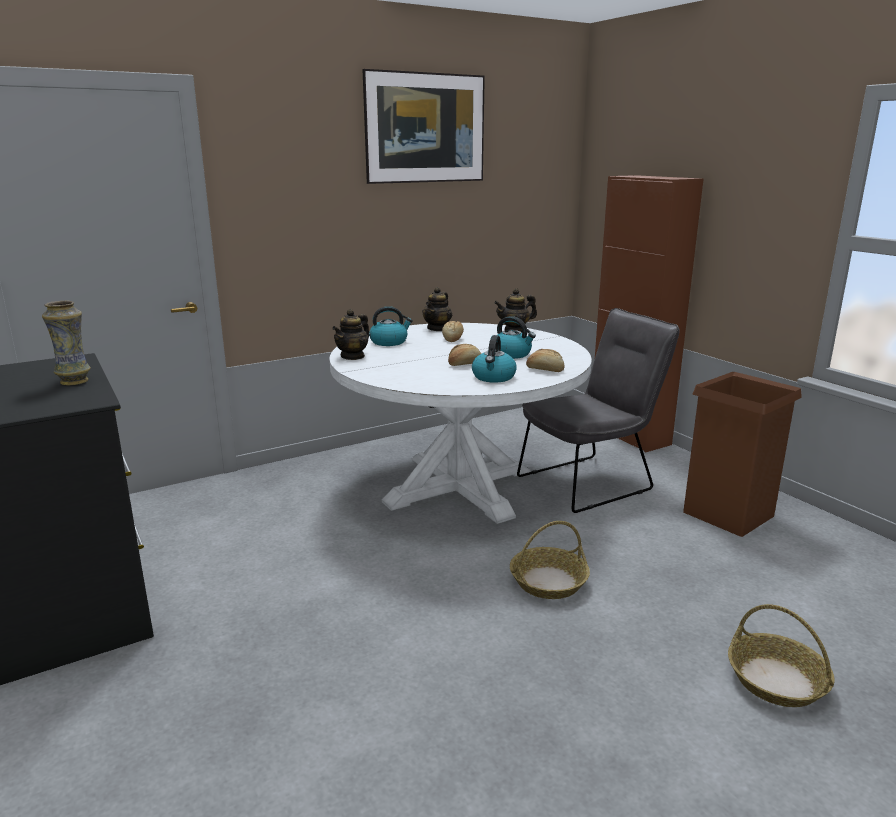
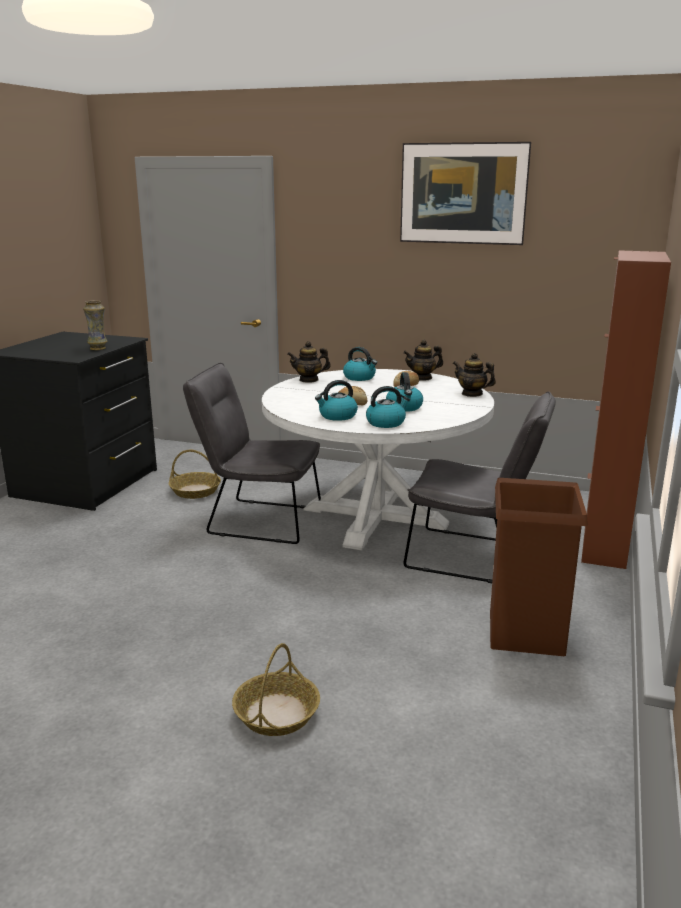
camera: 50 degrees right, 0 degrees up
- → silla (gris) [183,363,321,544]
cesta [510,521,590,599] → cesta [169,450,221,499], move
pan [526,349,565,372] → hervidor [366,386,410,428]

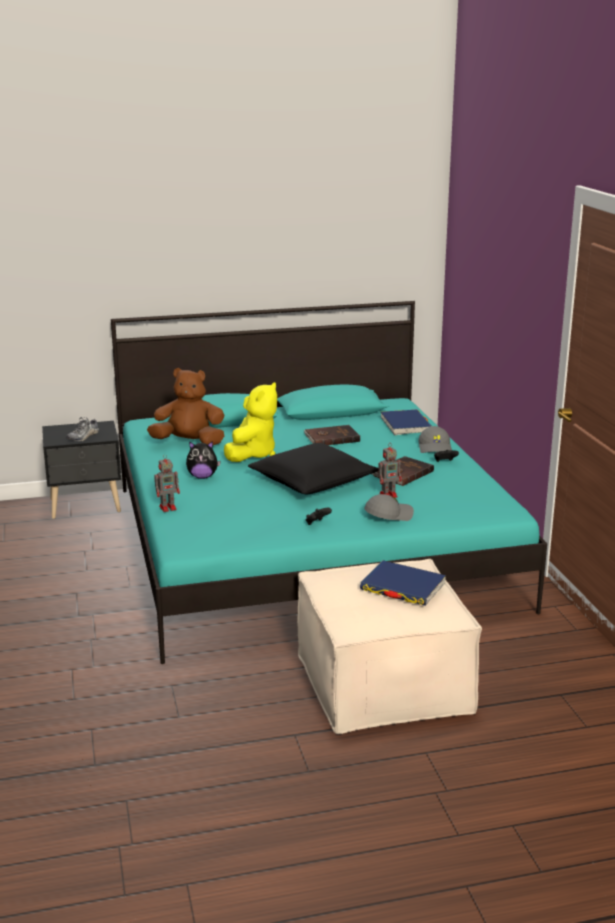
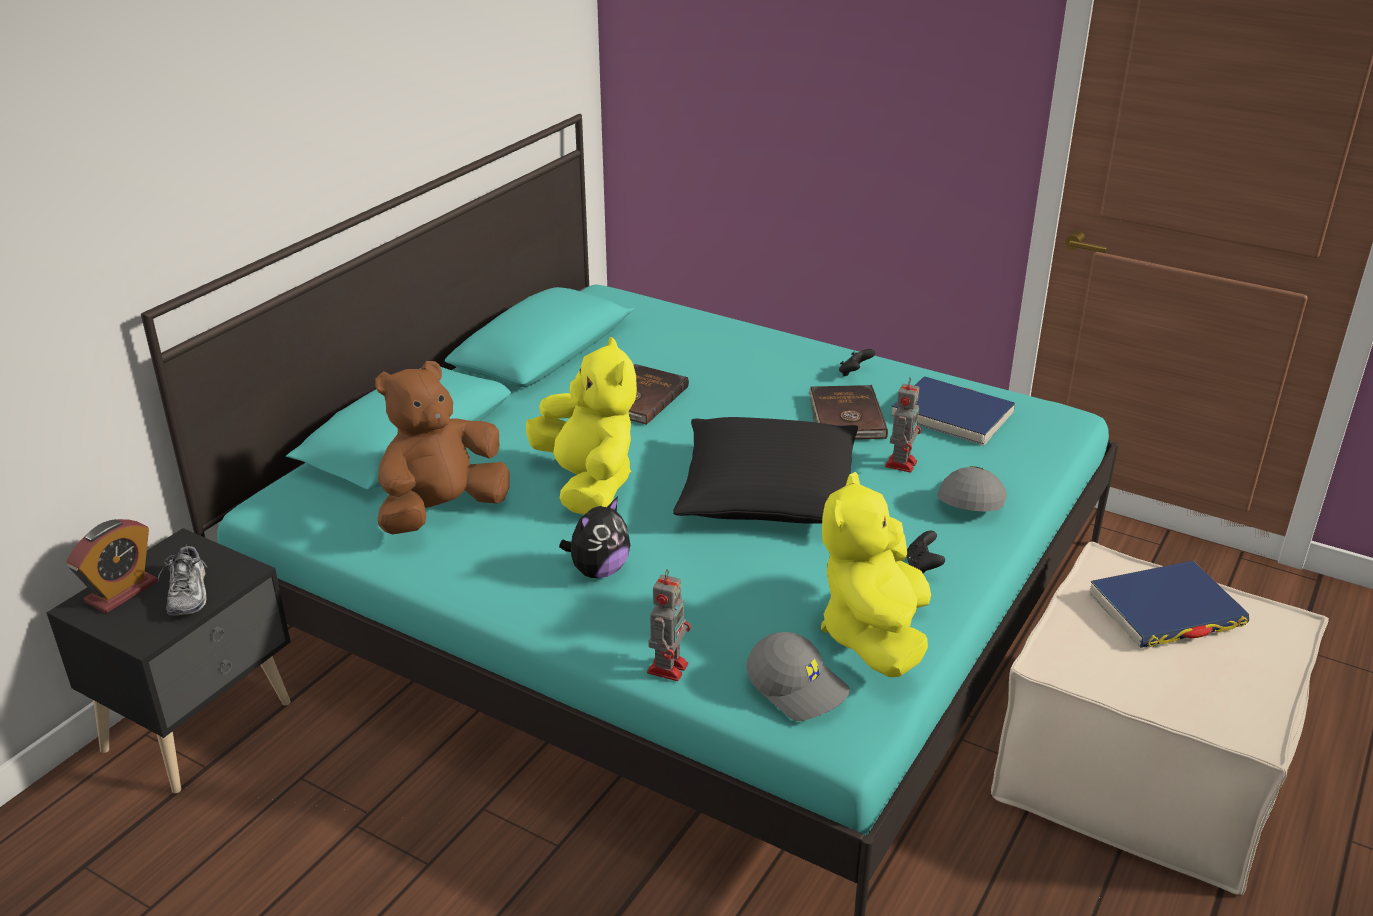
camera: 45 degrees left, 10 degrees up
- → despertador [66,519,158,613]
- → peluche (amarillo) [821,472,931,677]
libro (azul) [381,410,432,435] → libro (azul) [892,376,1015,446], move
gorra (gris) [418,426,452,453] → gorra (gris) [746,632,850,721], move

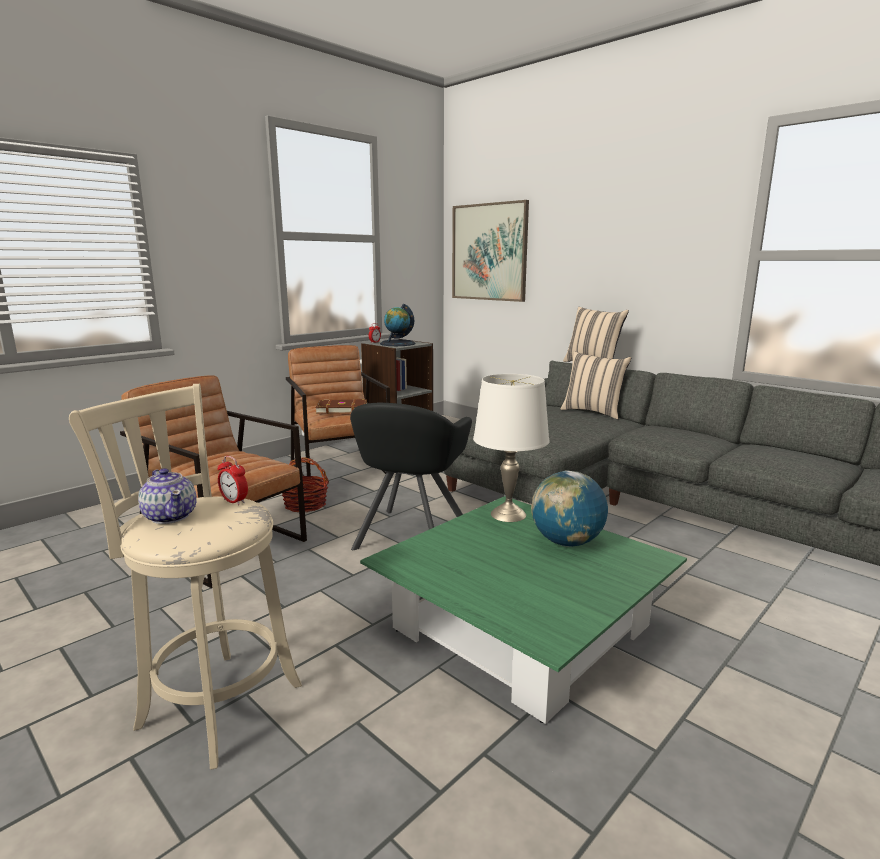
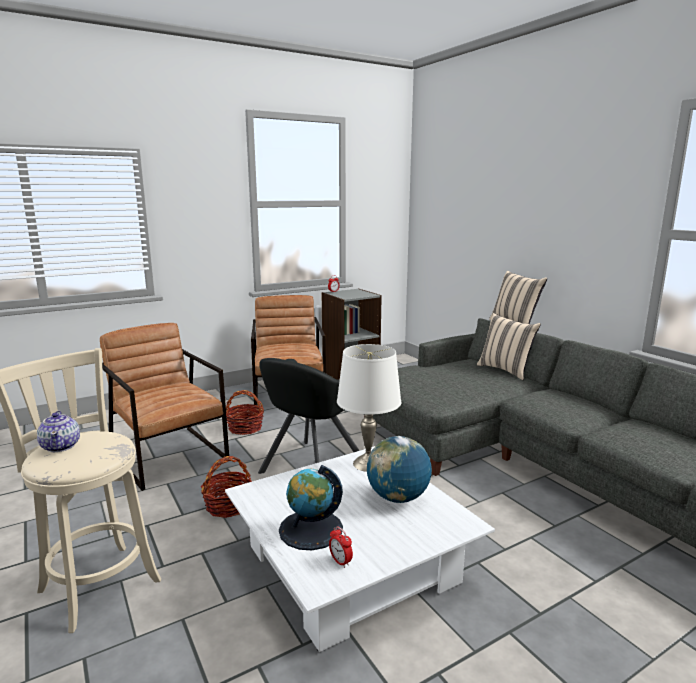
camera: 15 degrees right, 0 degrees up
libro (marrón) [315,399,367,414] → -
cuadro [452,200,529,302] → -
- → cesta [201,456,252,518]
despertador [217,456,248,506] → despertador [329,526,353,568], move
globo terráqueo [380,304,415,346] → globo terráqueo [279,465,343,550], move
mesa de centro (verde) [360,496,687,724] → mesa de centro (blanco) [225,446,495,652]

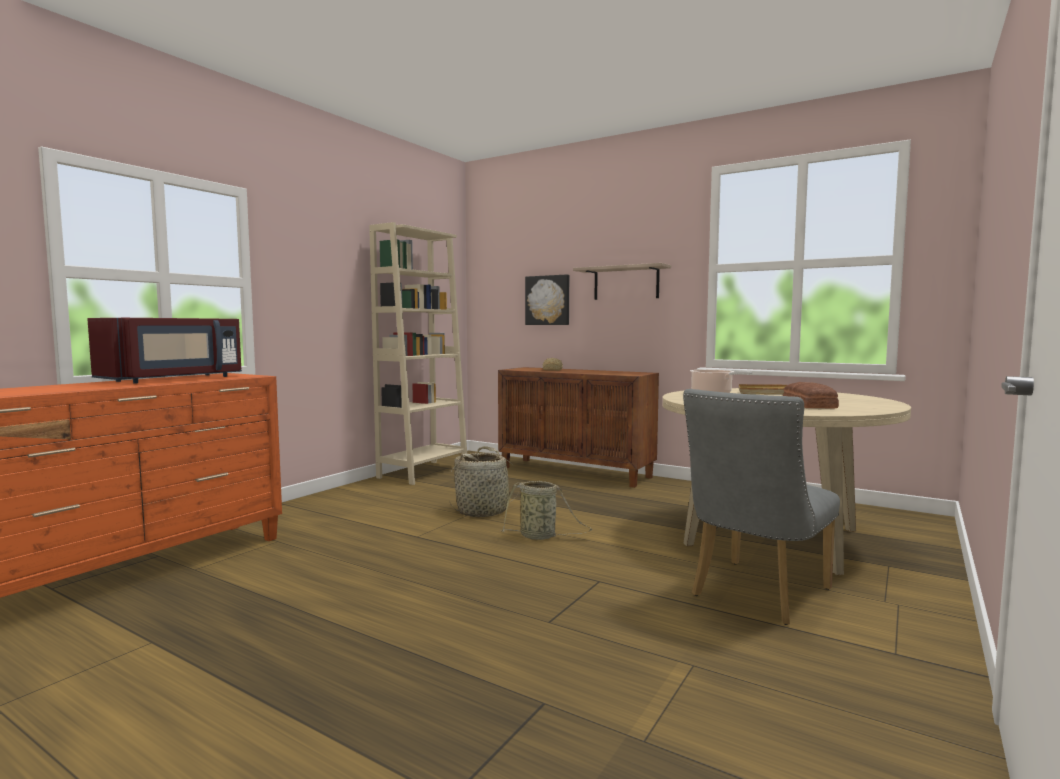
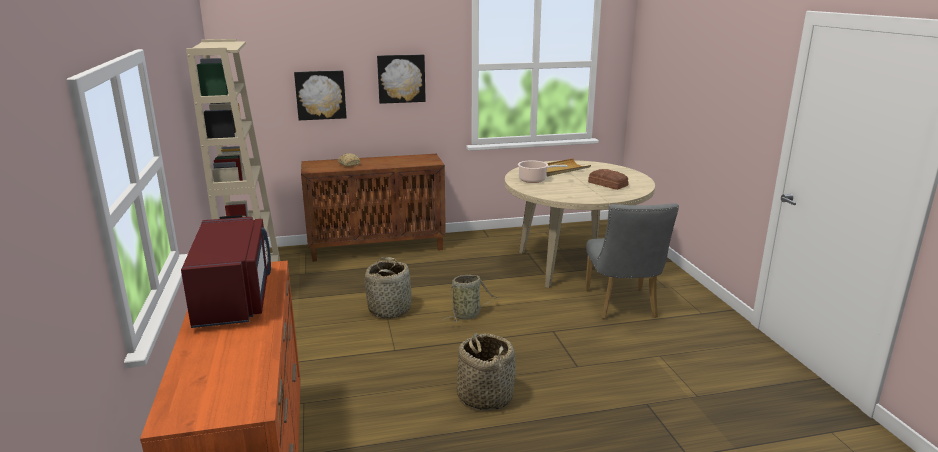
camera: 45 degrees left, 15 degrees up
- → cesta [457,333,516,410]
estante [573,263,671,300] → cuadro [377,54,426,104]

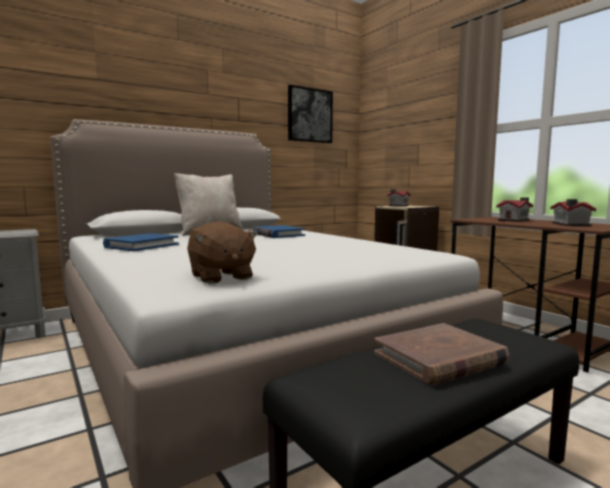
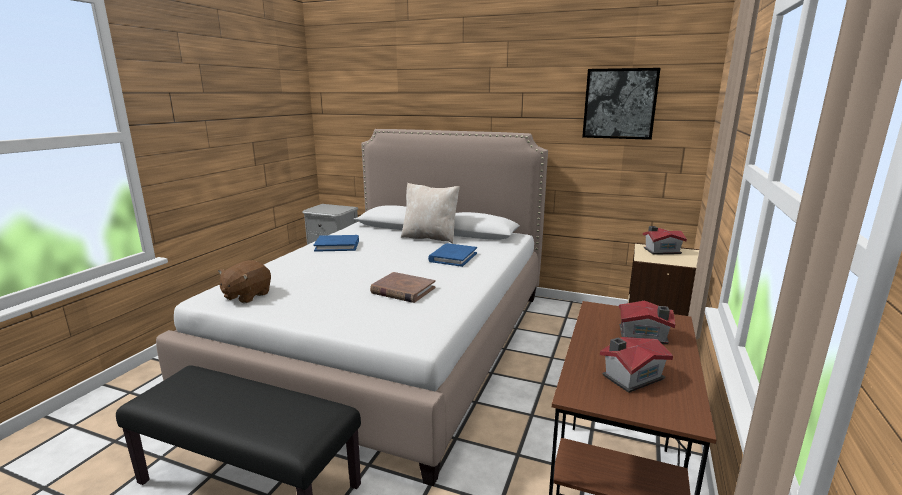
camera: 55 degrees right, 10 degrees up
libro (marrón) [374,323,510,385] → libro (marrón) [370,272,436,303], move

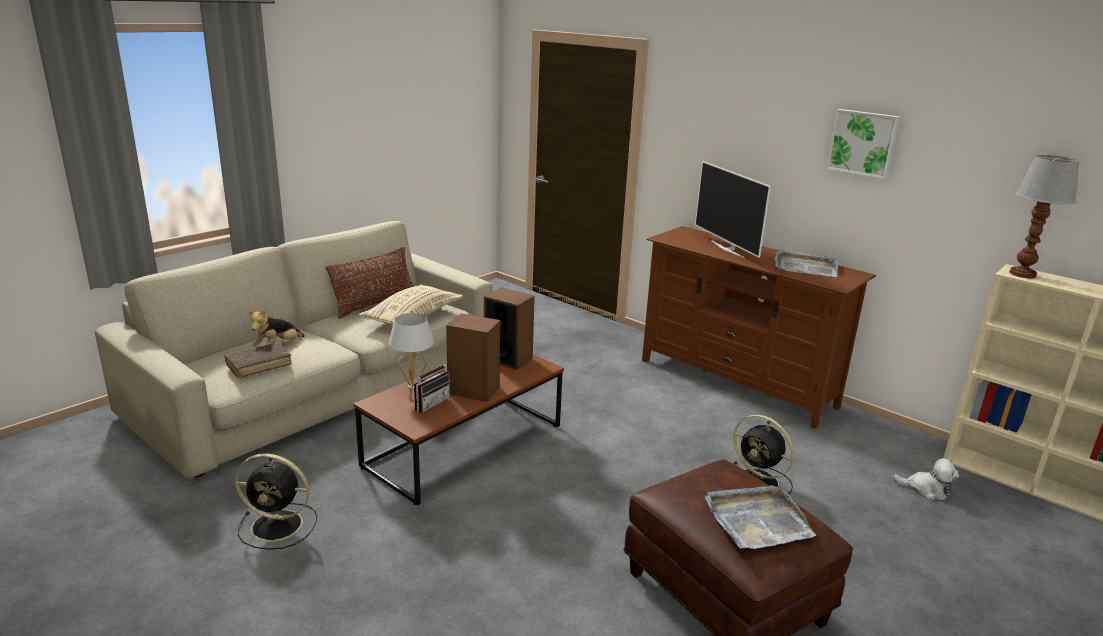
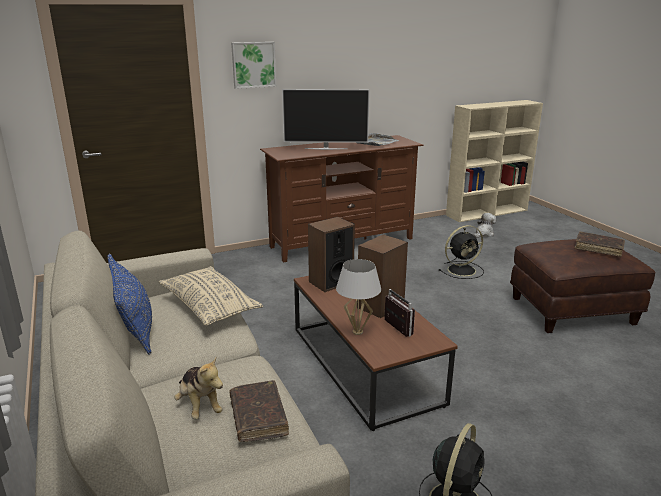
camera: 65 degrees left, 0 degrees up
lámpara de mesa [1009,155,1079,279] → -
cuadro [826,109,900,179] → cuadro [231,42,276,89], move
bandeja (gris) [705,485,816,549] → libro (marrón) [575,232,625,257]
cojín (marrón) [325,247,414,319] → cojín (azul) [107,254,152,355]

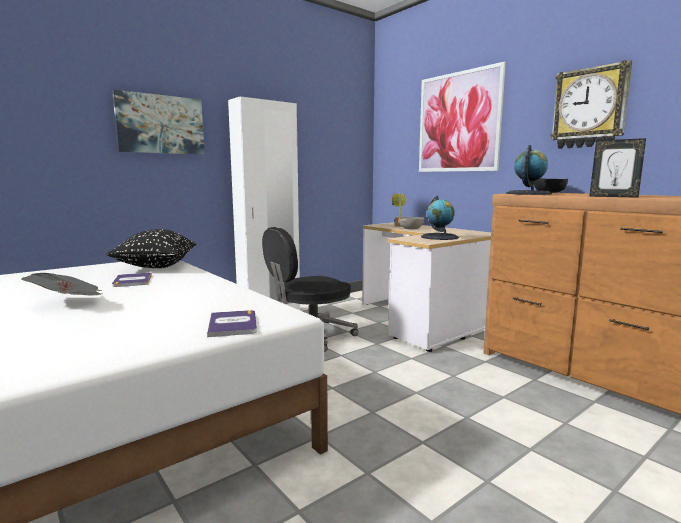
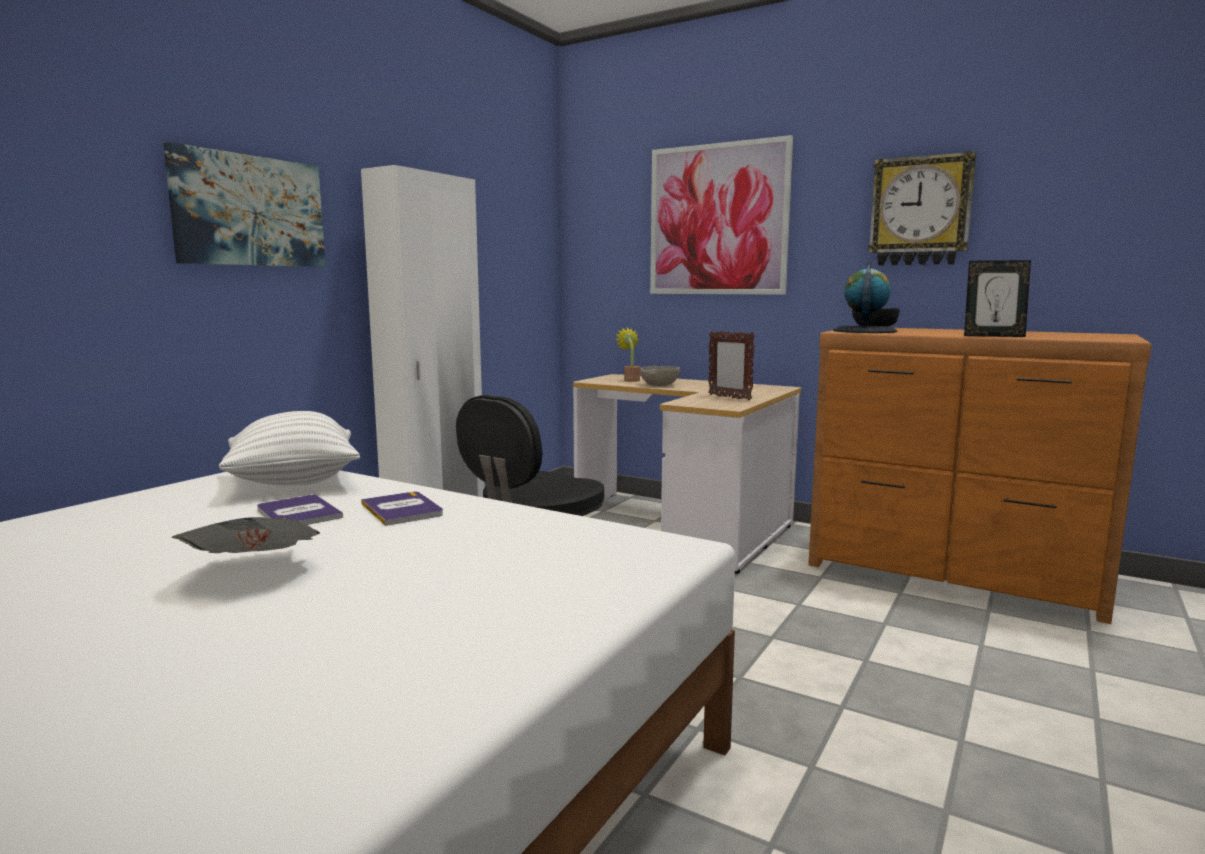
camera: 20 degrees left, 0 degrees up
libro [207,310,257,337] → libro [361,492,443,526], move
globo terráqueo [421,196,459,240] → portarretratos [708,331,755,400]
cojín (negro) [106,229,196,268] → cojín (blanco) [219,411,360,486]

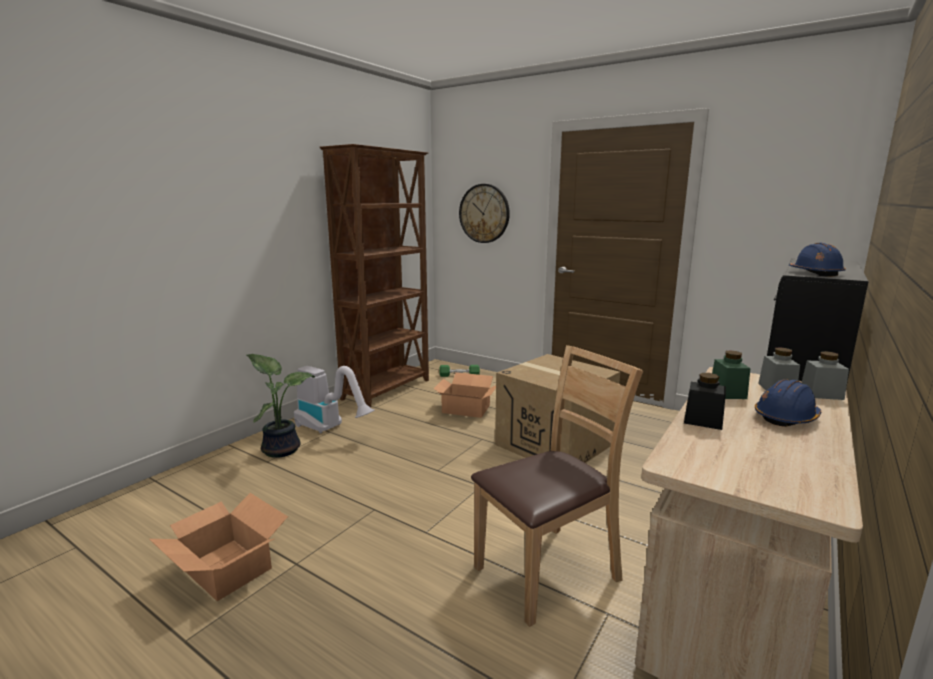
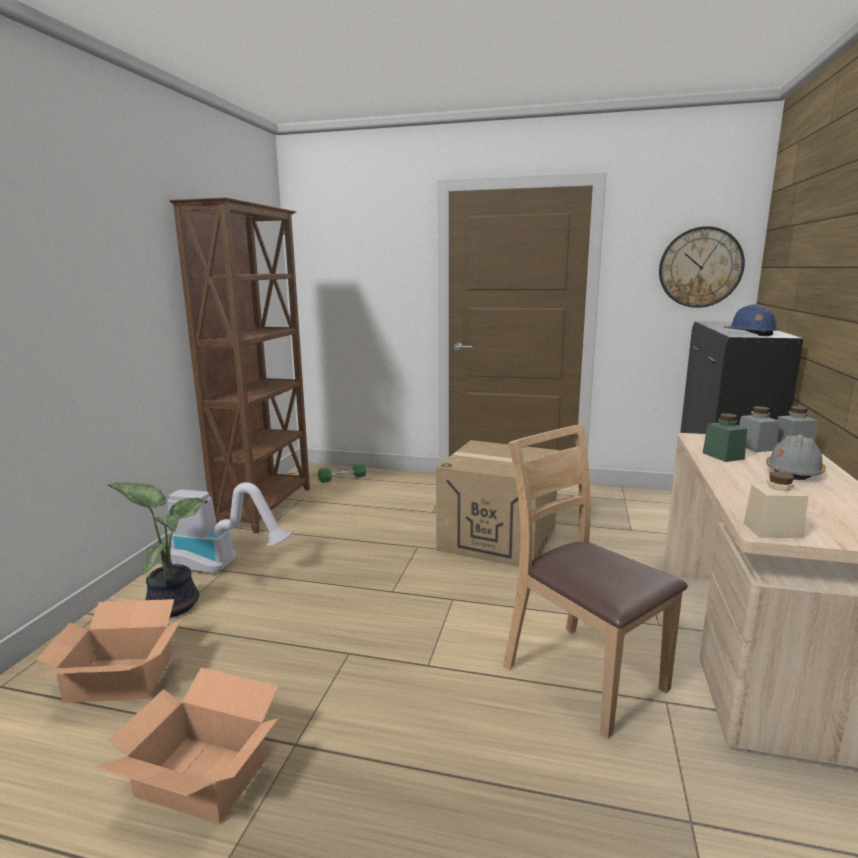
camera: 20 degrees left, 0 degrees up
tarro (negro) [684,373,726,430] → -
- → tarro (beis) [744,471,808,538]
caja de cartón [433,372,496,418] → caja de cartón [36,599,183,703], move
reloj de pared [459,184,510,243] → reloj de pared [659,226,745,308], move
casco (azul) [755,379,821,427] → casco (gris) [766,435,826,480]
silla (marrón) [471,345,643,627] → silla (marrón) [503,424,688,739], 75 degrees counterclockwise

